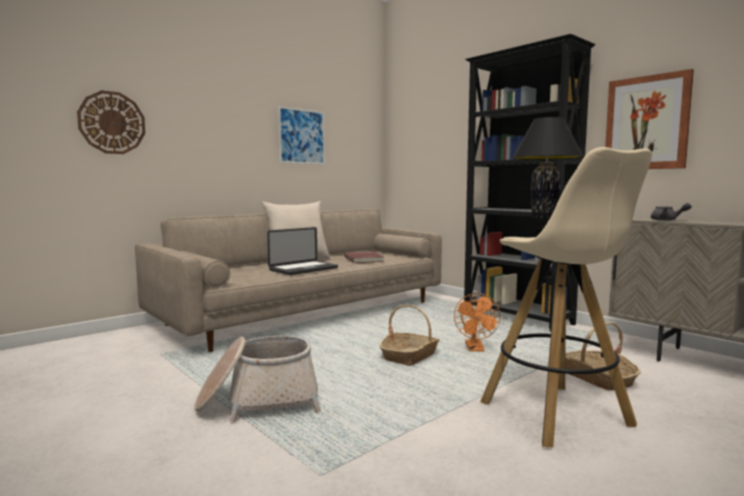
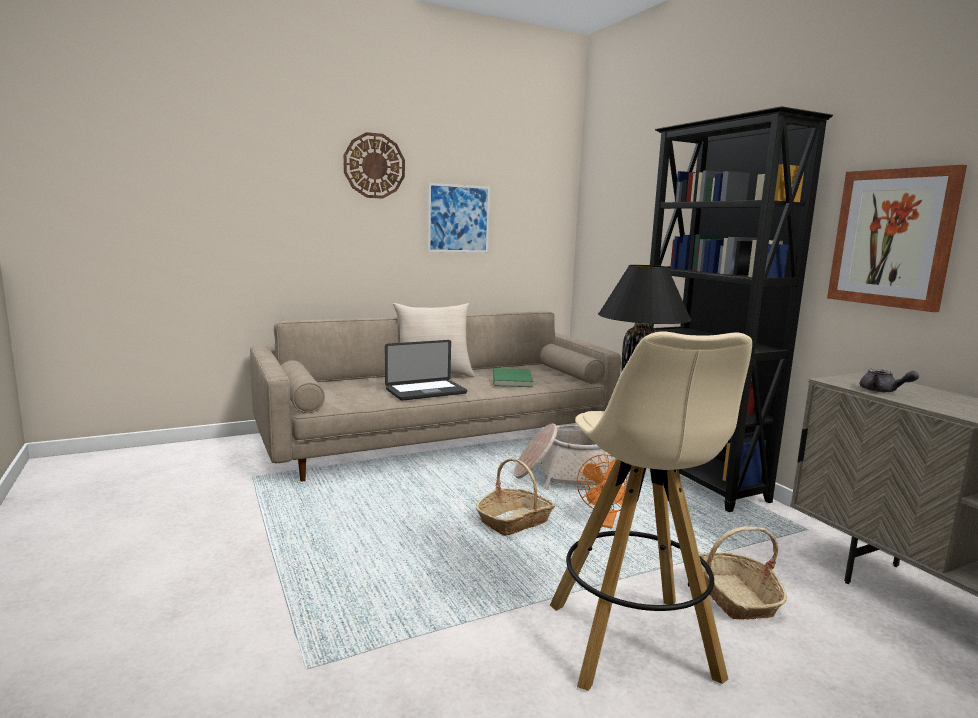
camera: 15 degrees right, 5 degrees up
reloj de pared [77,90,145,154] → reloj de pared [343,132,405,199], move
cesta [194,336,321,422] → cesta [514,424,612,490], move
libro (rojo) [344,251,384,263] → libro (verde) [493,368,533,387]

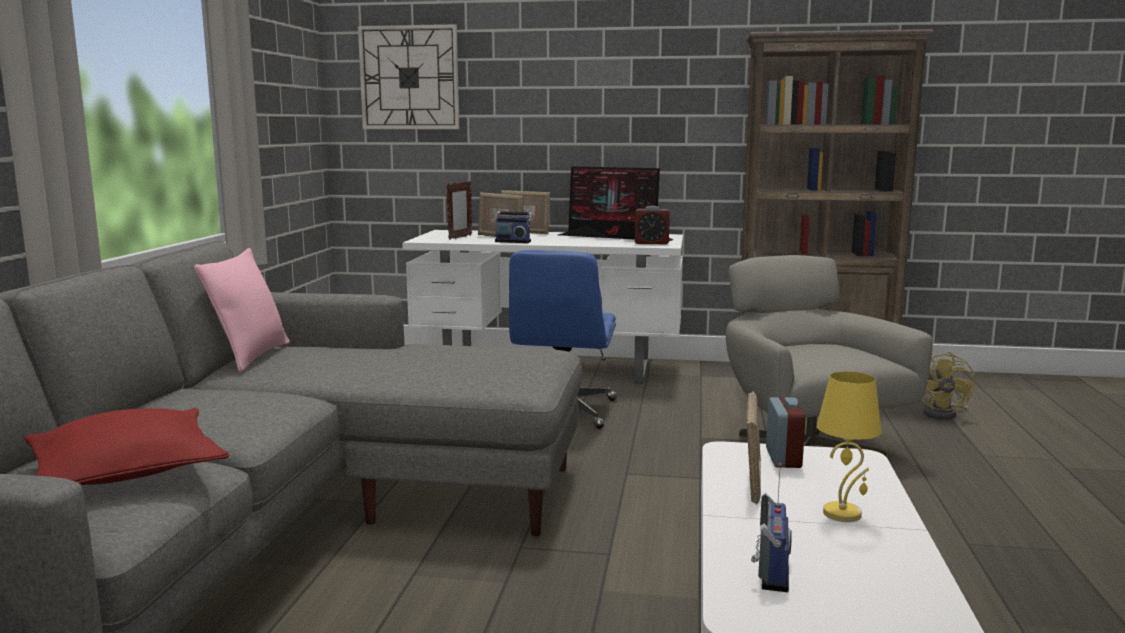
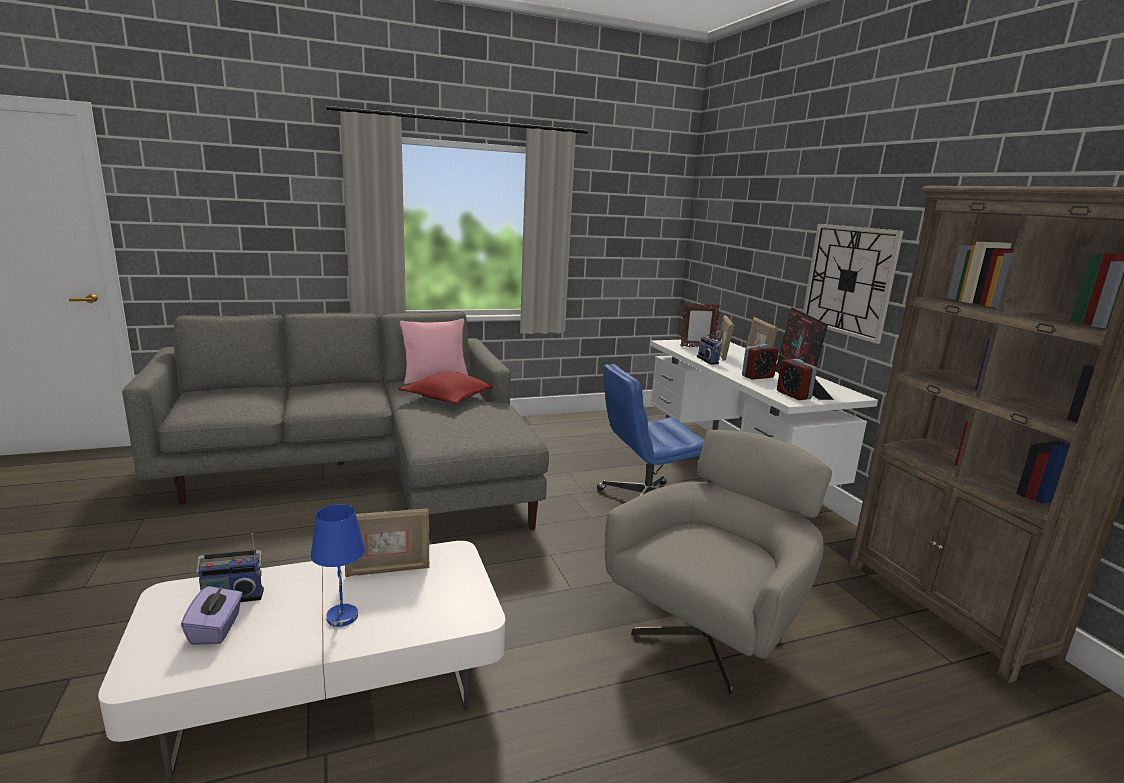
camera: 60 degrees right, 5 degrees up
ventilador (amarillo) [921,352,976,420] → -
- → caja de pañuelos (morado) [181,583,243,645]
cojín (rojo) [24,408,229,485] → cojín (rojo) [398,372,493,404], move
reloj de pared [358,24,459,129] → reloj de pared [803,224,904,344], move
despertador [766,397,805,468] → despertador [742,344,779,380], move
lámpara de mesa (amarillo) [817,371,881,522] → lámpara de mesa (azul) [311,504,365,627]

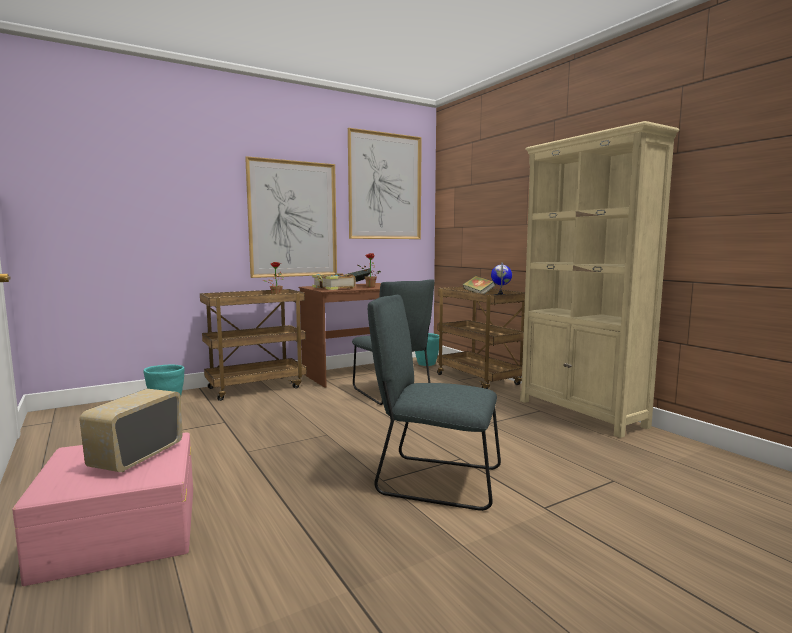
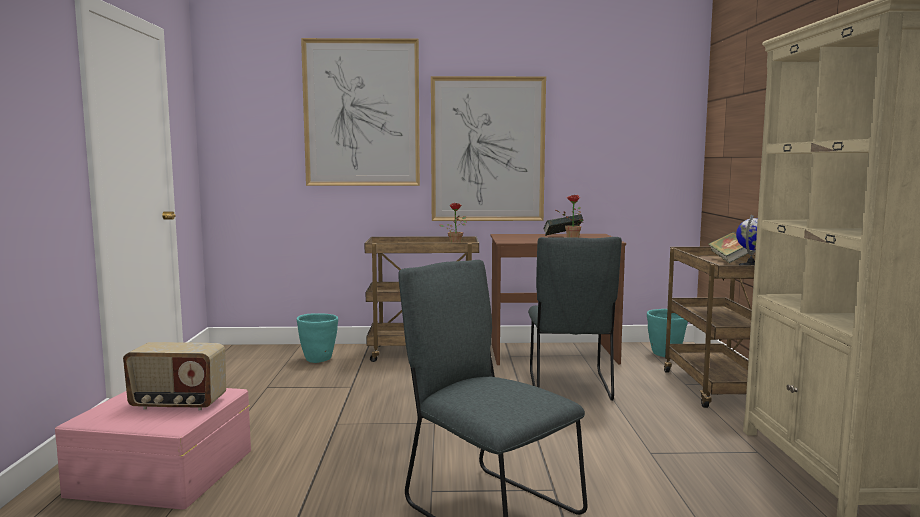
camera: 30 degrees right, 0 degrees up
libro [312,273,356,290] → -
cuadro [348,128,422,239] → cuadro [301,38,420,186], move
radio [79,389,183,472] → radio [123,342,226,410], 135 degrees counterclockwise

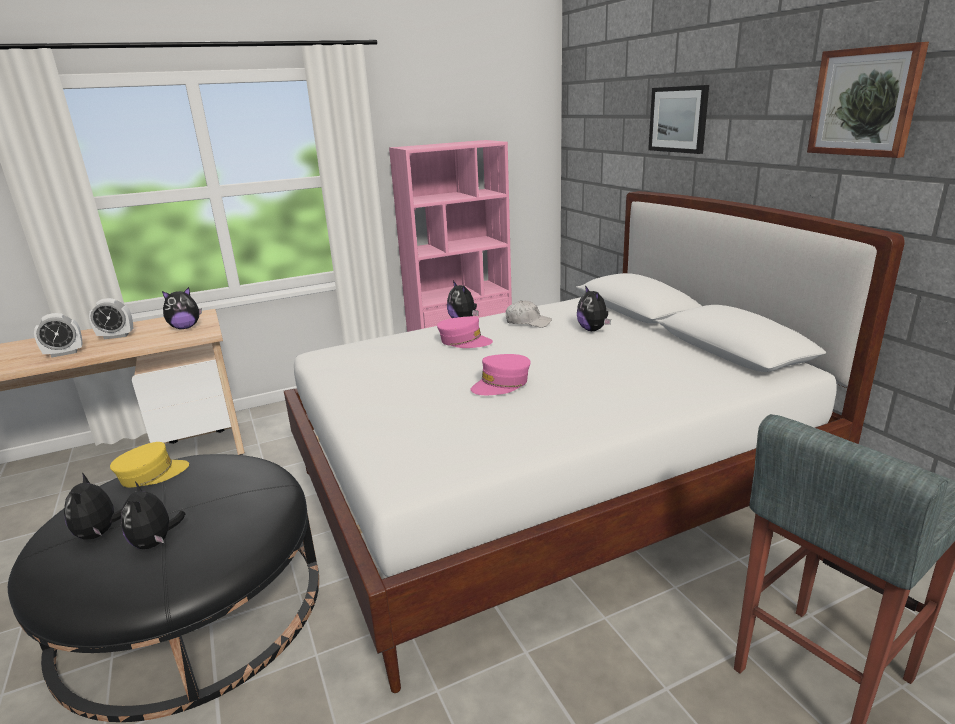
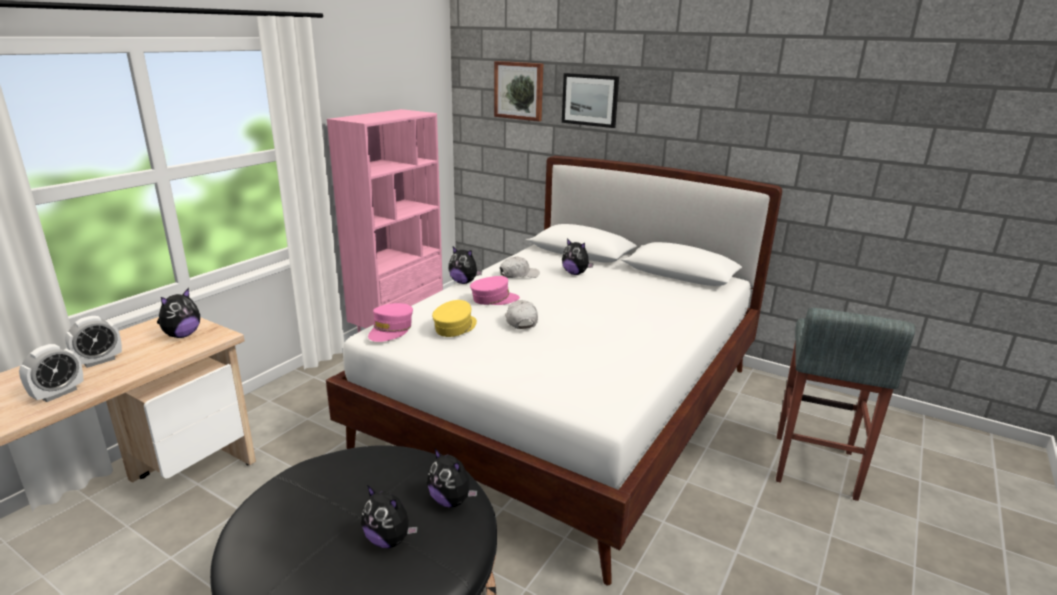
camera: 35 degrees left, 0 degrees up
- → gorra (blanco) [505,300,538,329]
peluche [64,473,122,540] → peluche [427,449,478,507], move
gorra (amarillo) [110,442,189,488] → gorra (amarillo) [432,300,477,337], move
gorra (rosa) [471,354,531,395] → gorra (rosa) [368,303,413,342], move
cuadro [807,42,929,158] → cuadro [494,61,543,121], move

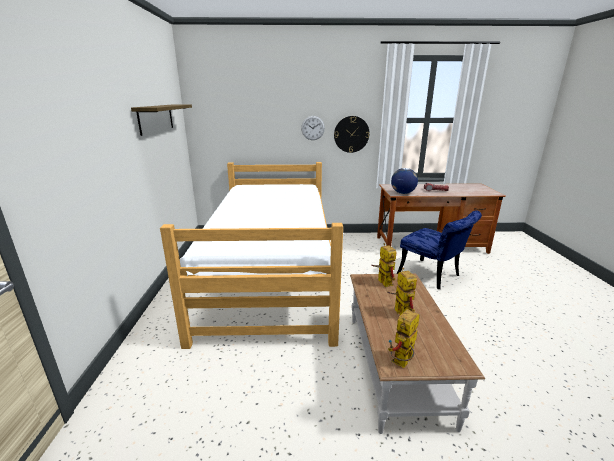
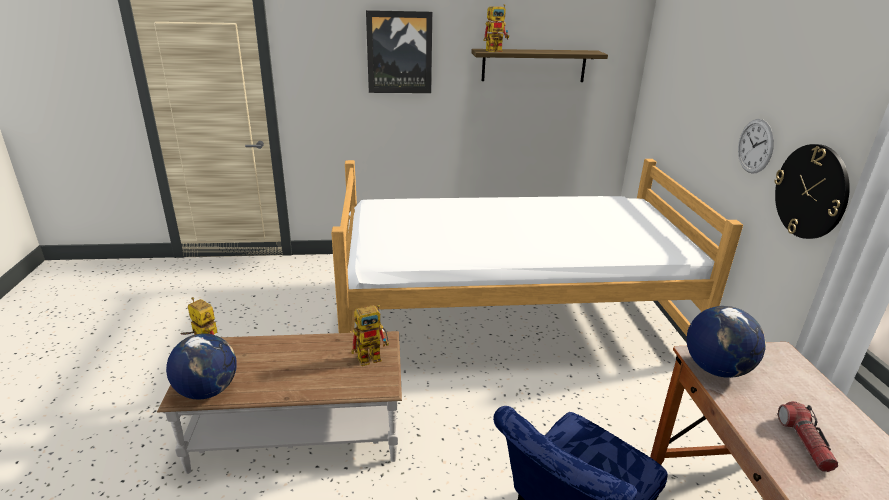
camera: 85 degrees right, 5 degrees up
- → globo terráqueo [166,333,237,400]
- → cuadro [366,10,432,93]
robot de juguete [387,268,417,315] → robot de juguete [483,4,509,52], move

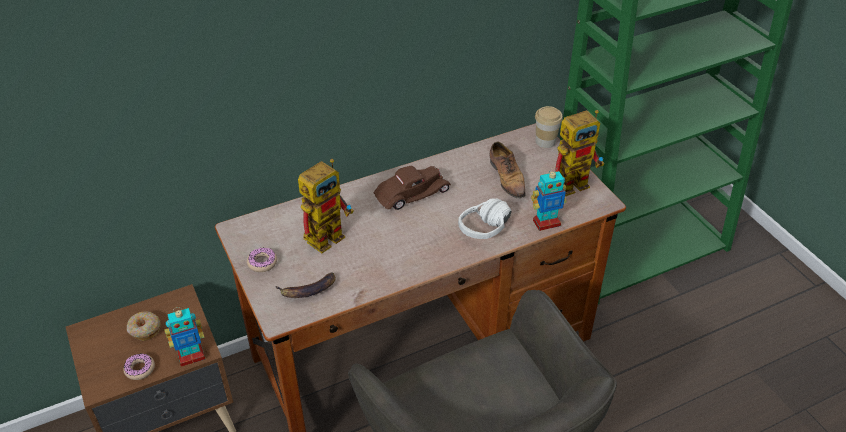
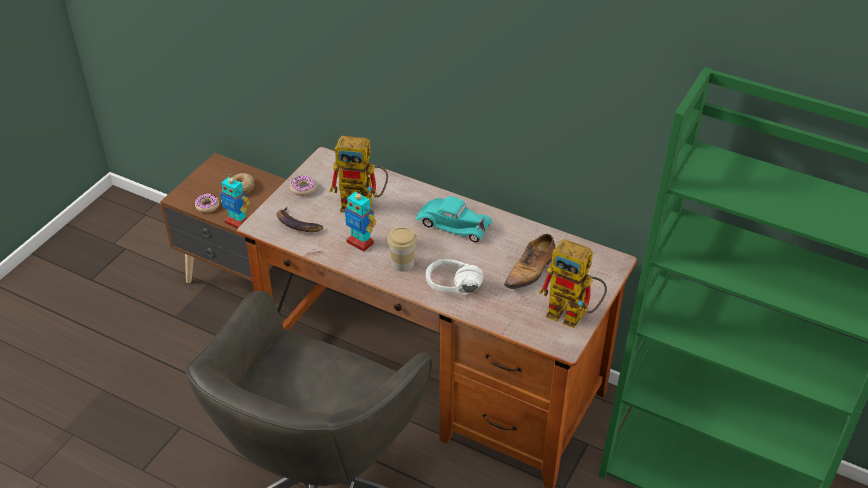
camera: 55 degrees right, 0 degrees up
robot de juguete [531,167,567,231] → robot de juguete [344,189,377,252], move
taza [535,106,563,148] → taza [387,227,417,272], move
coche de juguete (marrón) [374,166,451,210] → coche de juguete (turquesa) [416,196,493,242]

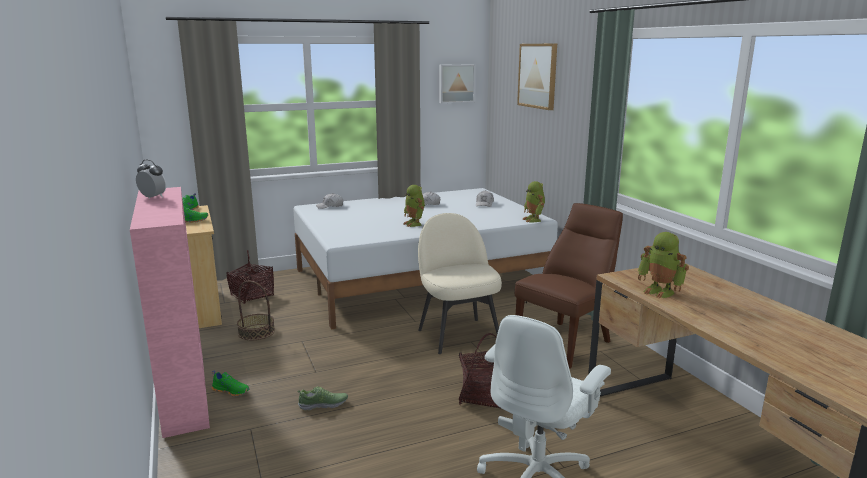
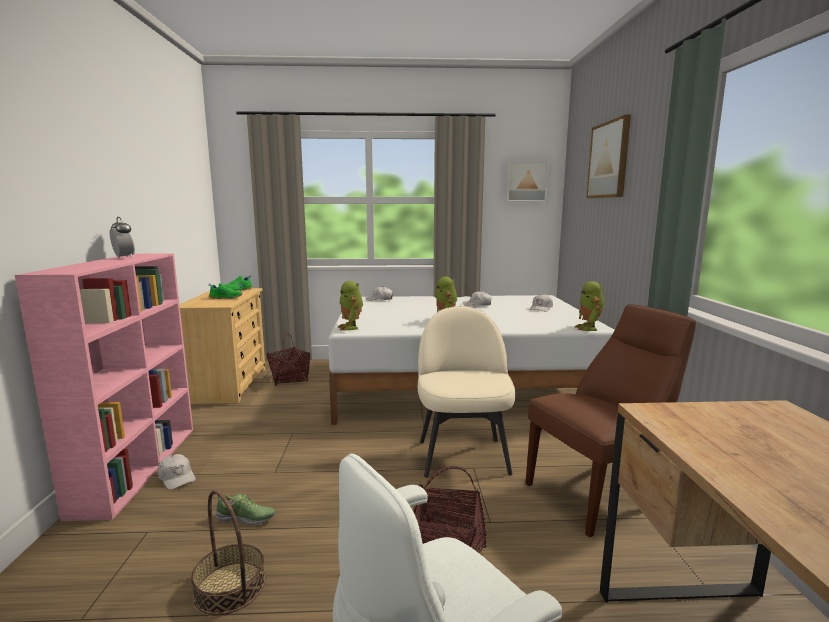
camera: 20 degrees right, 5 degrees down
cesta [237,281,275,340] → cesta [191,490,265,615], move
robot de juguete [638,232,689,298] → robot de juguete [338,281,363,330], move
zapato (verde) [212,370,249,396] → gorra (blanco) [158,454,196,490]

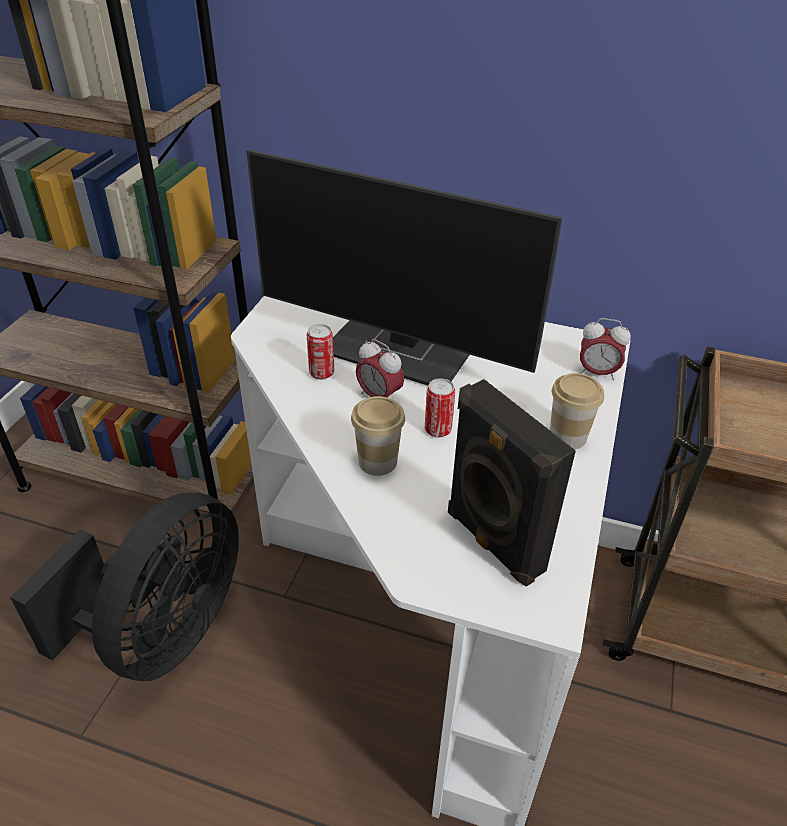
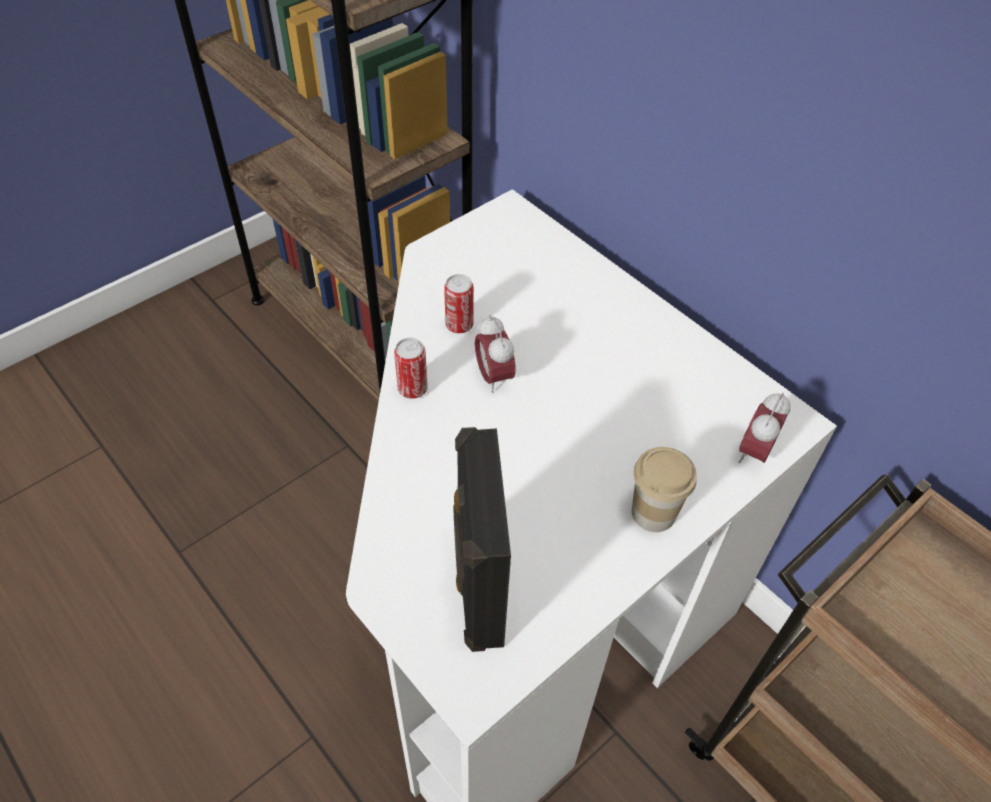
camera: 30 degrees right, 10 degrees up
ventilador (negro) [10,492,239,681] → -
monitor [246,149,562,386] → -
taza [351,396,405,476] → -
lata [425,378,455,438] → lata [394,338,428,399], move
despertador [580,318,631,380] → despertador [739,393,791,463], 75 degrees clockwise

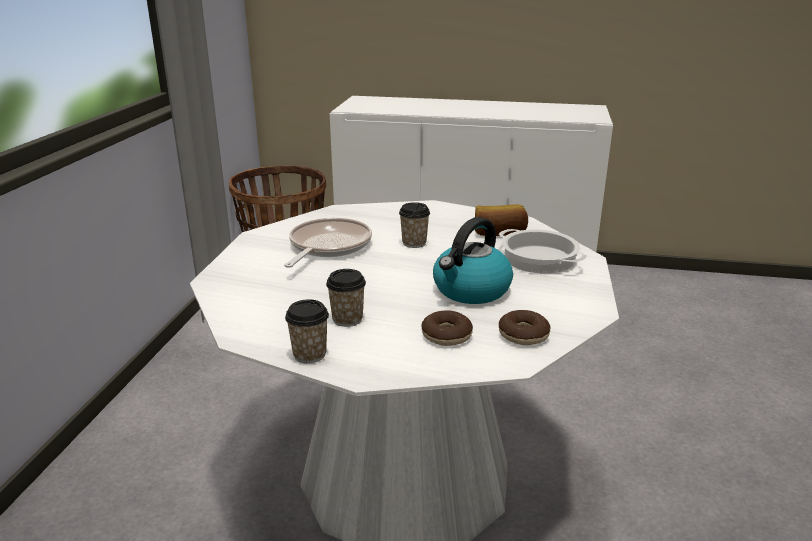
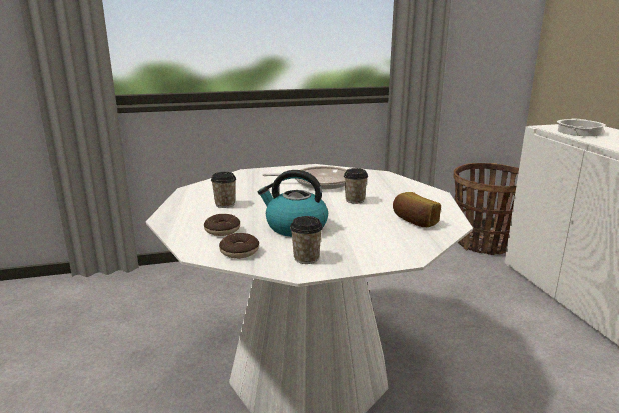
camera: 65 degrees right, 5 degrees down
taza [285,299,329,363] → taza [290,216,323,264], move
olla [499,229,587,274] → olla [557,119,606,136], move

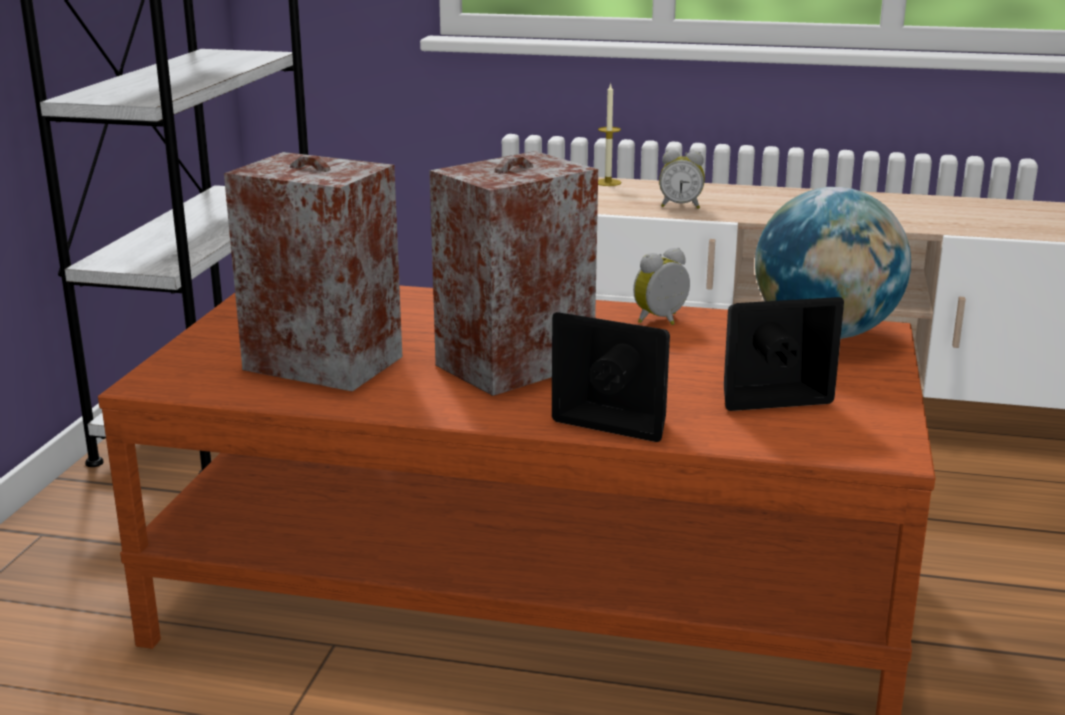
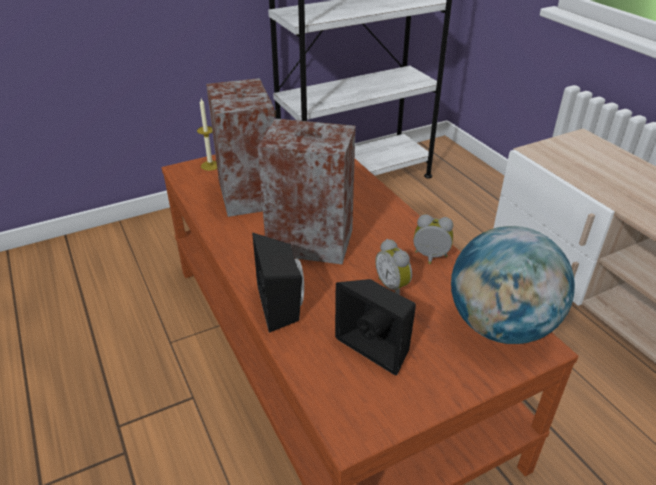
camera: 50 degrees right, 15 degrees up
vela [598,83,621,186] → vela [197,98,217,171], move
despertador [659,150,705,209] → despertador [375,239,412,295], move

